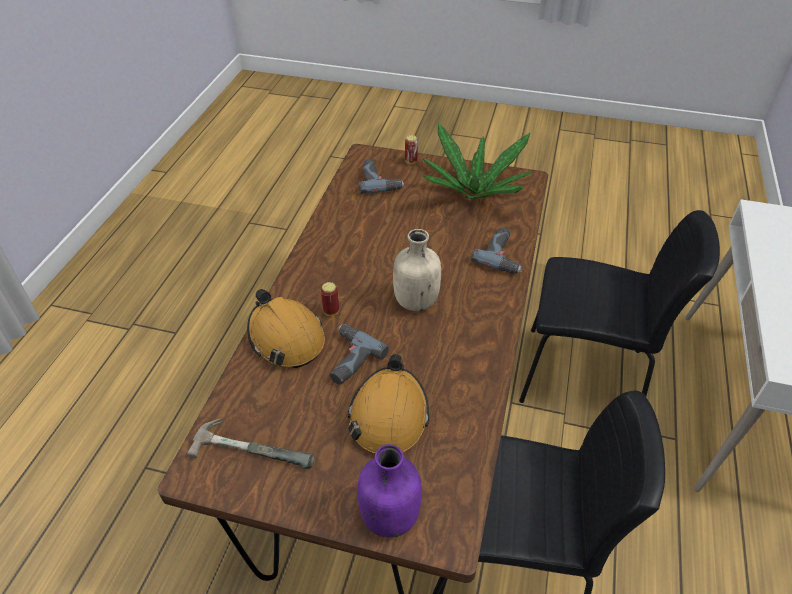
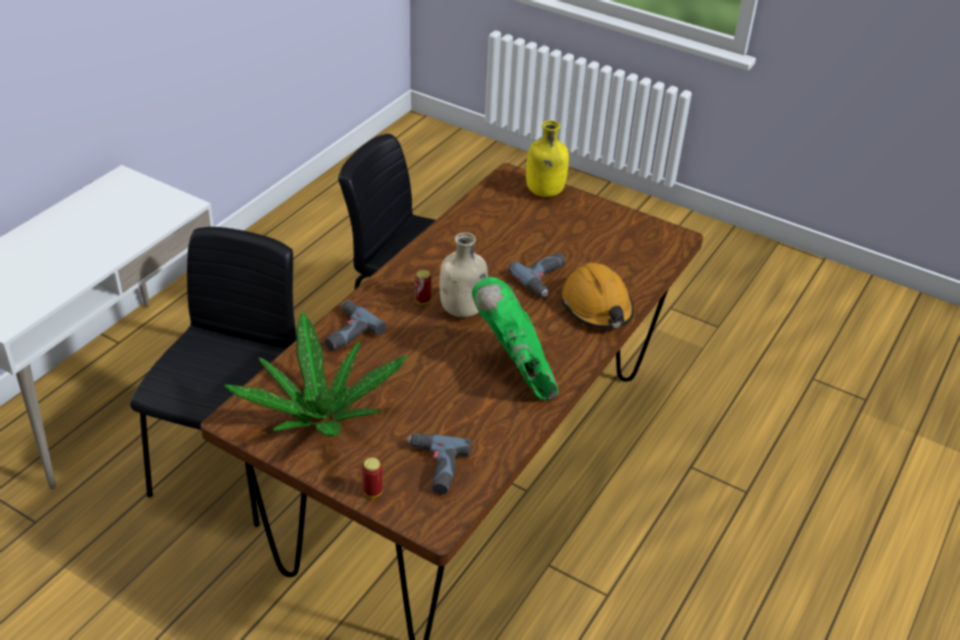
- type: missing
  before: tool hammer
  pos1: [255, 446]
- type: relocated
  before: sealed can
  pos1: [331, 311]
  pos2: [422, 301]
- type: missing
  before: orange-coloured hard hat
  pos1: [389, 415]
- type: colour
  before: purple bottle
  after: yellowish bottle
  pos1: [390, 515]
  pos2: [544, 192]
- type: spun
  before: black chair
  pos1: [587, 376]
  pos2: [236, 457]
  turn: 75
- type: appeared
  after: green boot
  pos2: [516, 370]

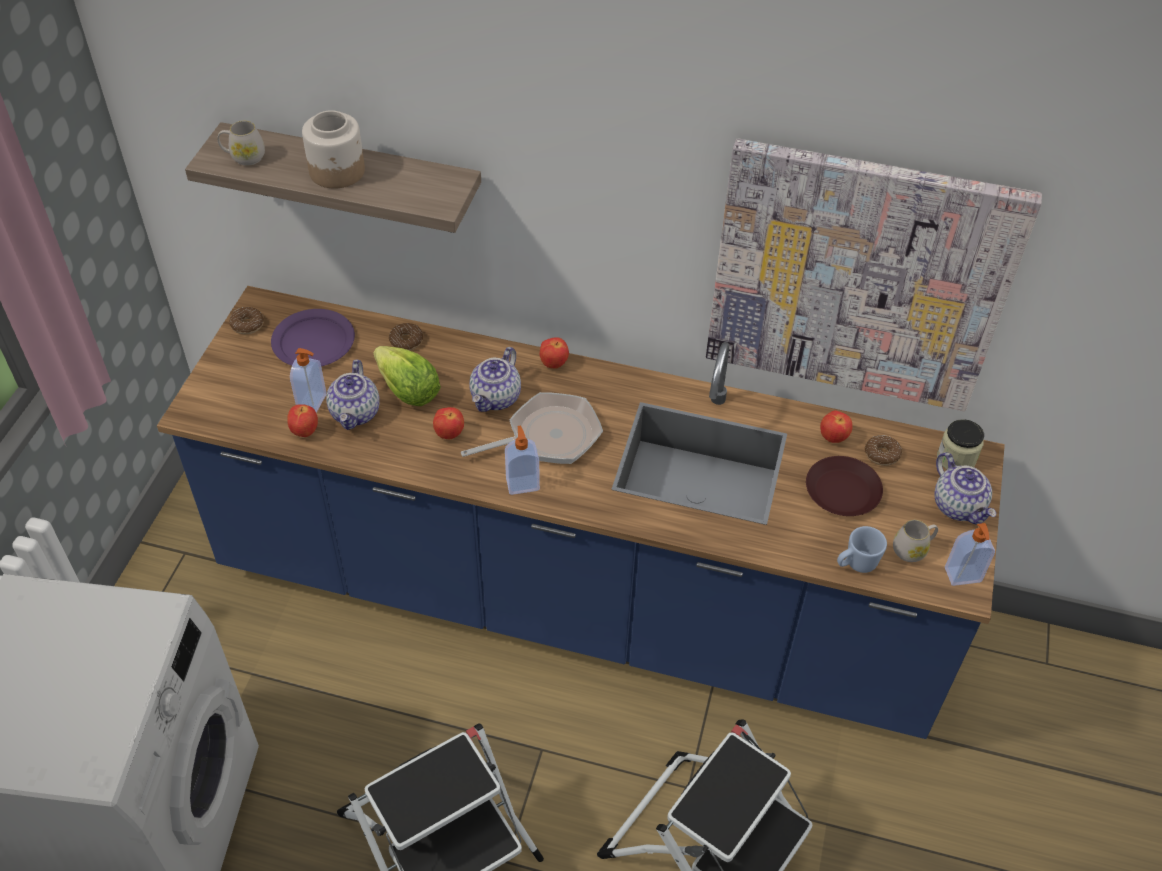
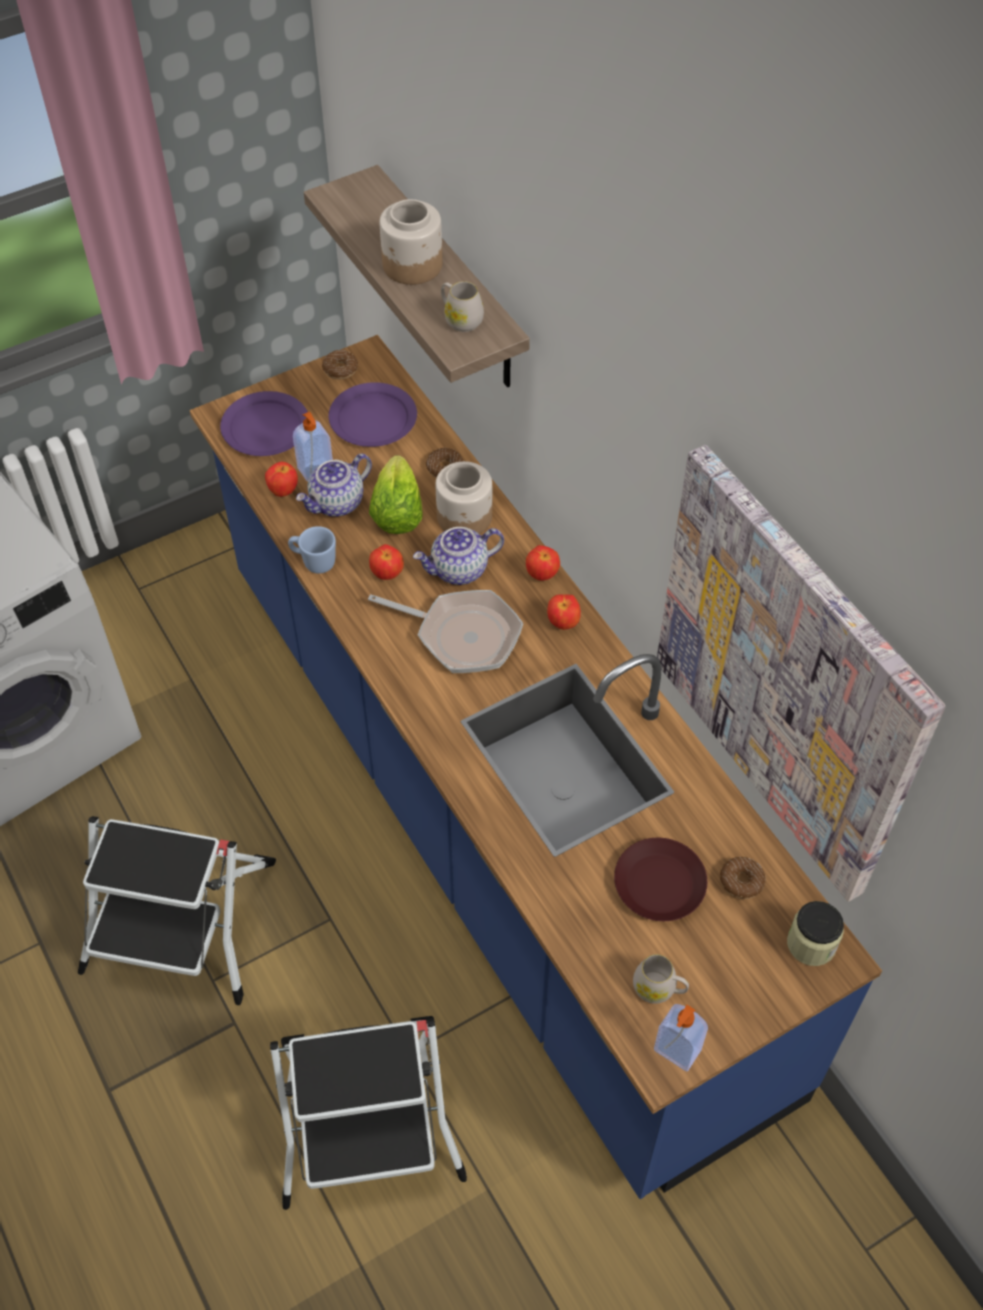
- type: relocated
  before: white tea mug
  pos1: [244, 157]
  pos2: [460, 319]
- type: missing
  before: soap bottle
  pos1: [522, 483]
- type: relocated
  before: apple
  pos1: [833, 438]
  pos2: [563, 623]
- type: relocated
  before: blue-coloured tea mug
  pos1: [856, 564]
  pos2: [314, 562]
- type: missing
  before: pot for tea
  pos1: [959, 506]
- type: appeared
  after: purple plate
  pos2: [265, 428]
- type: appeared
  after: jar
  pos2: [465, 517]

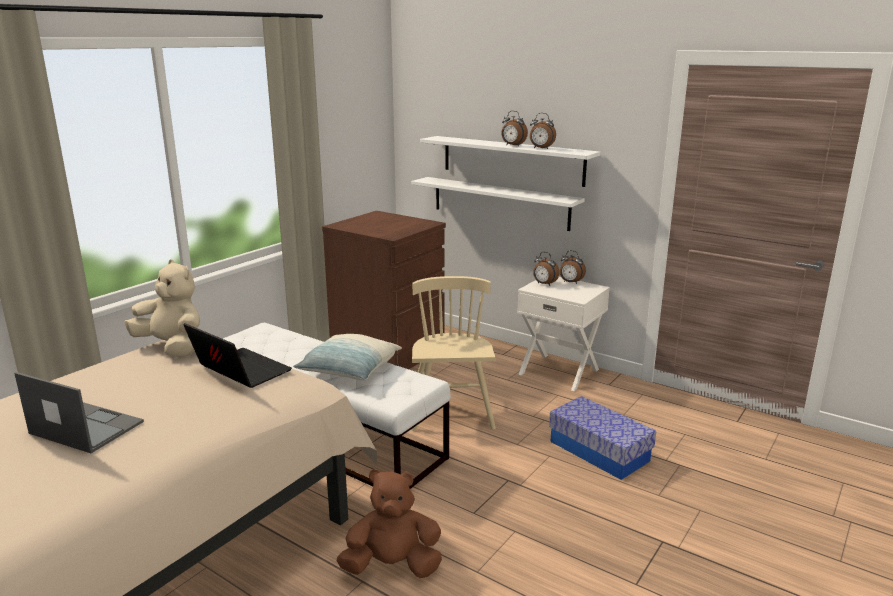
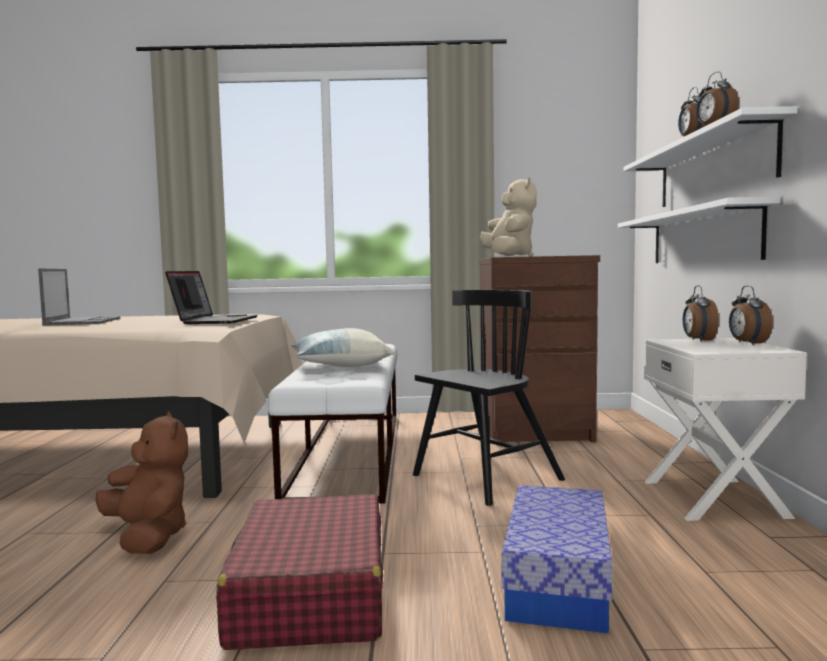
- type: relocated
  before: sand-coloured soft toy
  pos1: [172, 347]
  pos2: [508, 257]
- type: colour
  before: sand-coloured chair
  after: black chair
  pos1: [452, 413]
  pos2: [481, 479]
- type: appeared
  after: red travel case
  pos2: [310, 594]

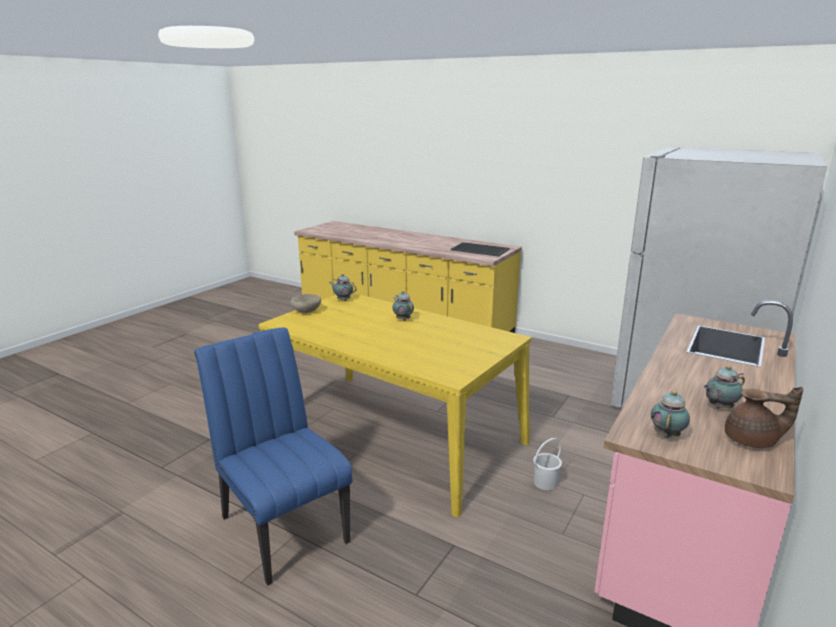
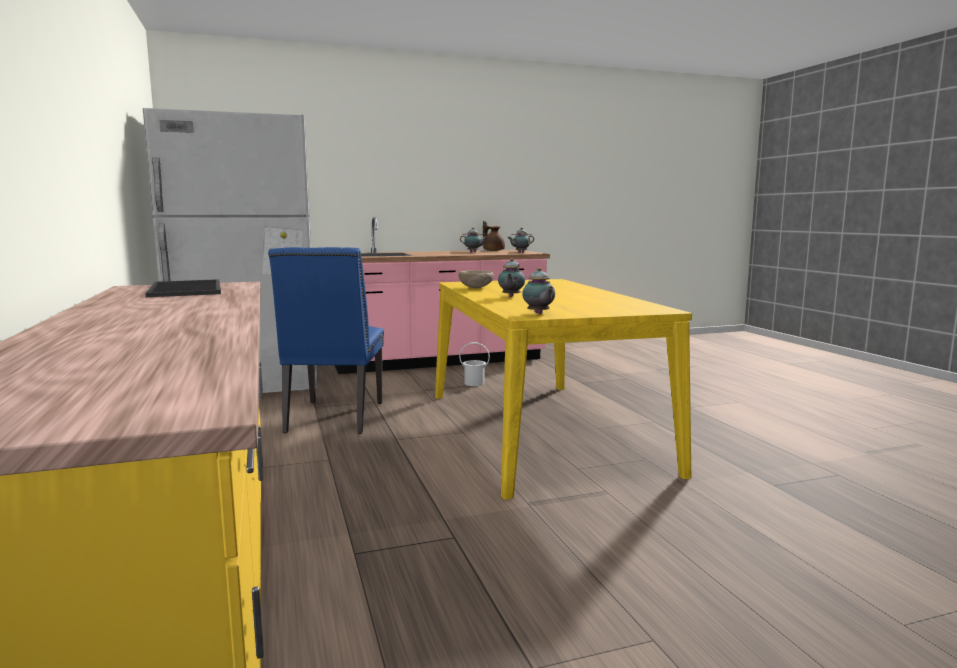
- type: relocated
  before: blue-coloured chair
  pos1: [284, 530]
  pos2: [335, 416]
- type: relocated
  before: sand-coloured deep dish
  pos1: [306, 311]
  pos2: [476, 288]

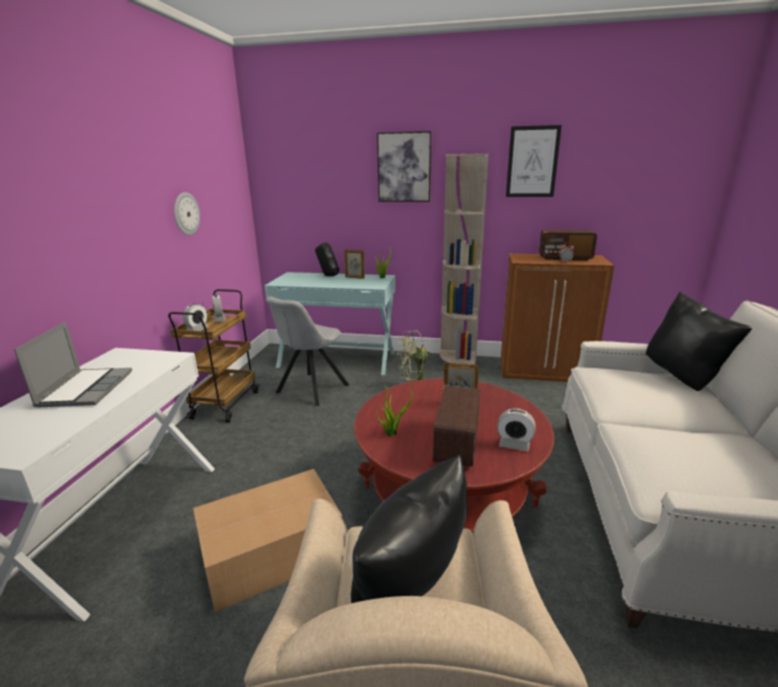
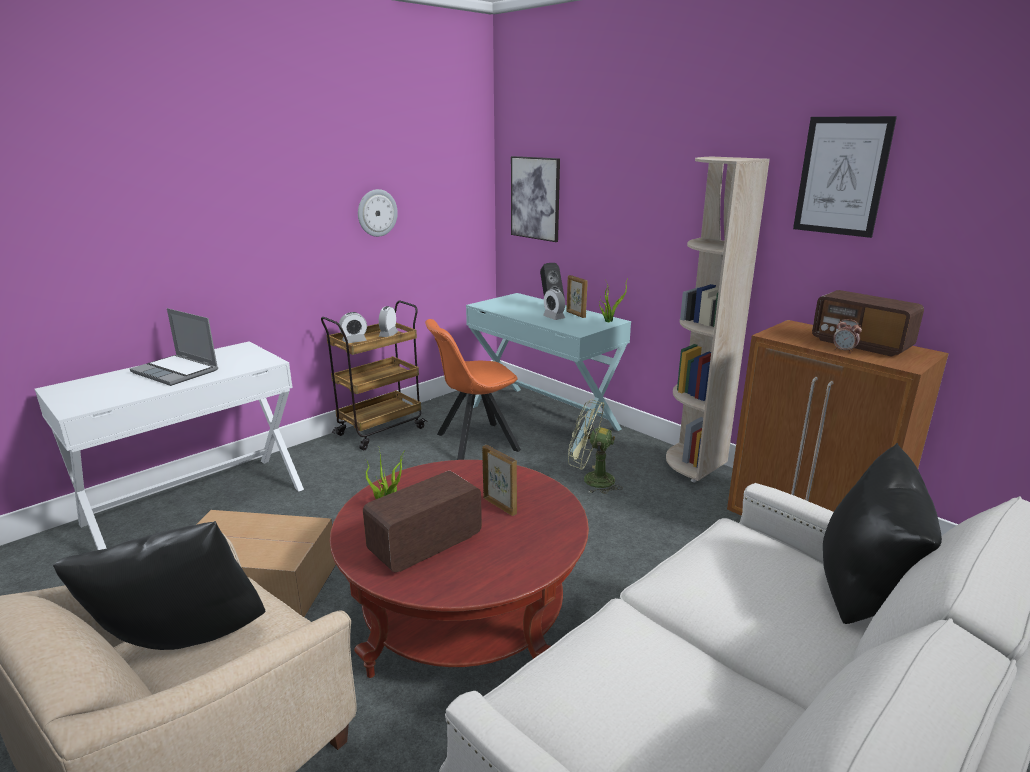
- type: spun
  before: portable computer
  pos1: [86, 388]
  pos2: [177, 371]
  turn: 90
- type: colour
  before: gray chair
  after: orange-coloured chair
  pos1: [311, 389]
  pos2: [475, 443]
- type: relocated
  before: picture
  pos1: [404, 167]
  pos2: [535, 198]
- type: relocated
  before: alarm clock
  pos1: [514, 445]
  pos2: [553, 317]

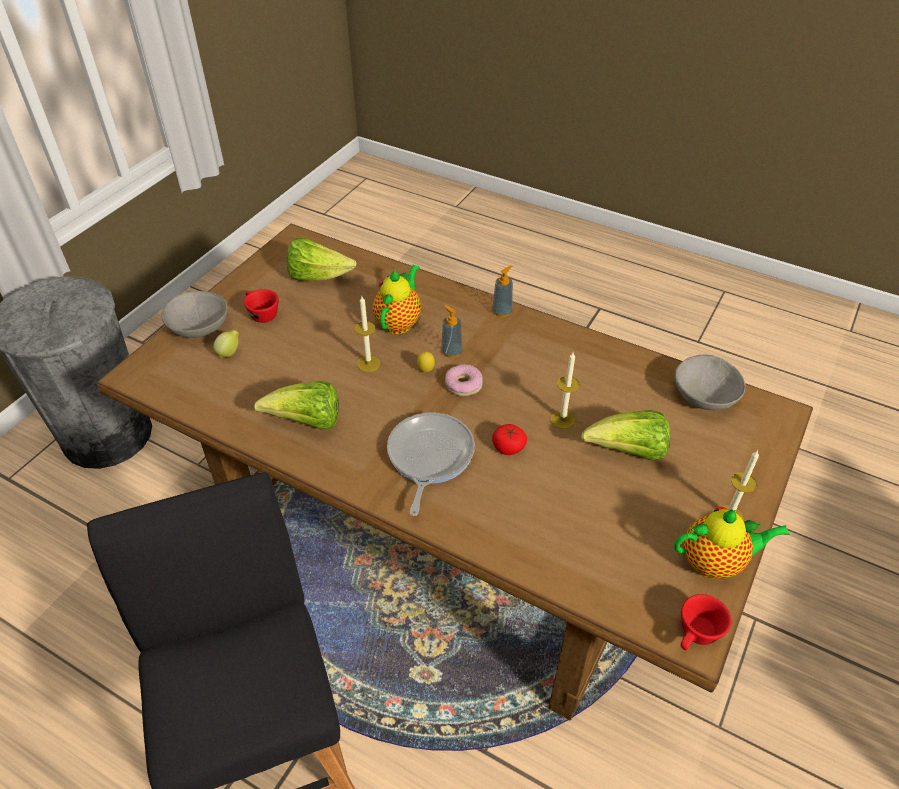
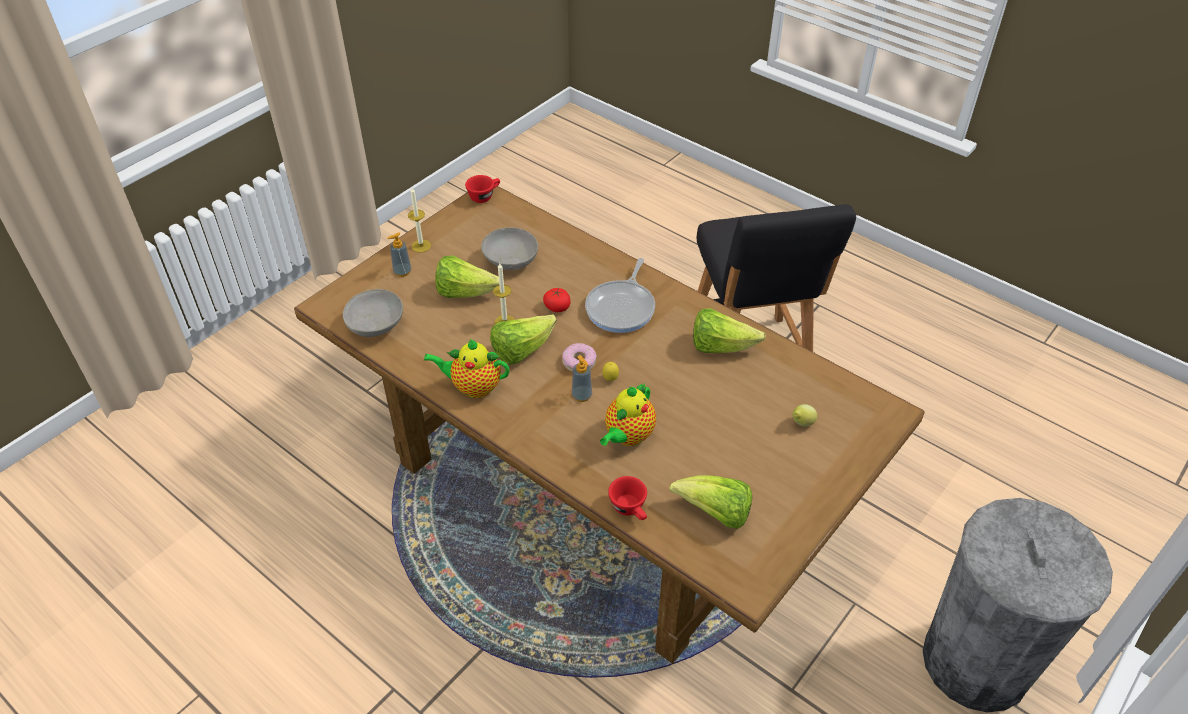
- type: relocated
  before: gray deep dish
  pos1: [198, 328]
  pos2: [511, 260]
- type: relocated
  before: red small cup
  pos1: [261, 314]
  pos2: [630, 509]
- type: missing
  before: candle
  pos1: [368, 363]
- type: relocated
  before: soap bottle
  pos1: [502, 311]
  pos2: [402, 272]
- type: relocated
  before: pot for tea
  pos1: [715, 562]
  pos2: [473, 387]
- type: appeared
  after: head of lettuce
  pos2: [522, 350]

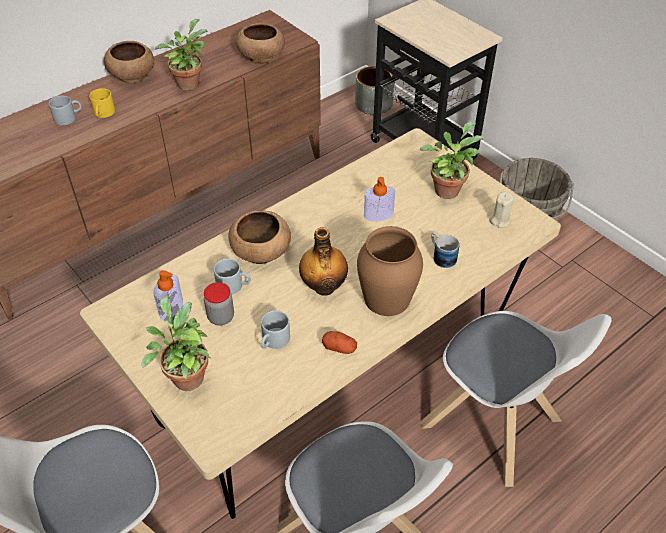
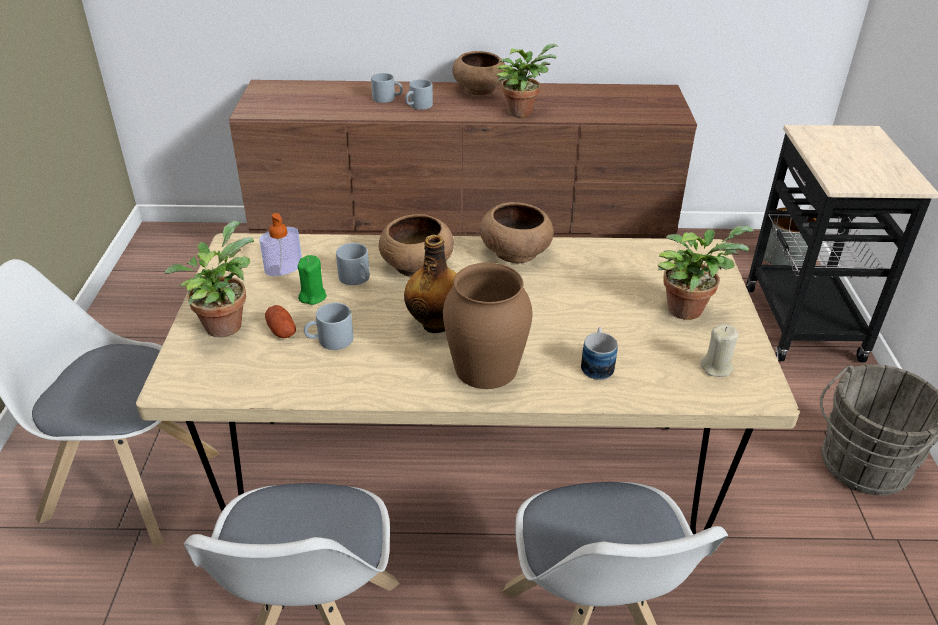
- type: colour
  before: yellowish tea mug
  after: gray tea mug
  pos1: [104, 114]
  pos2: [418, 106]
- type: exchanged
  before: jar
  after: green candle
  pos1: [221, 317]
  pos2: [312, 296]
- type: relocated
  before: brown-coloured deep dish
  pos1: [261, 56]
  pos2: [515, 252]
- type: relocated
  before: whole potato
  pos1: [339, 348]
  pos2: [282, 330]
- type: missing
  before: soap bottle
  pos1: [378, 215]

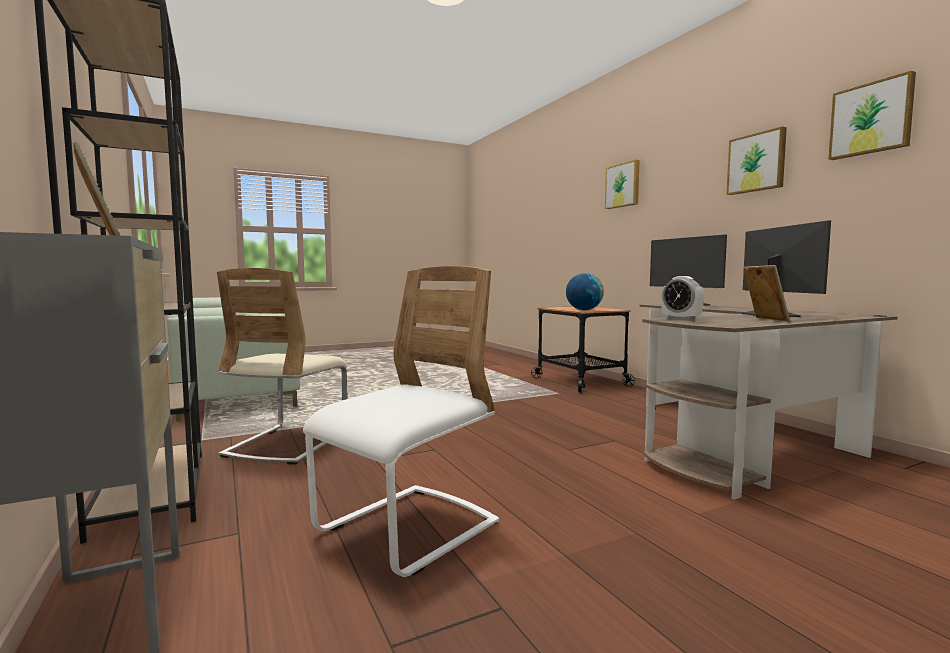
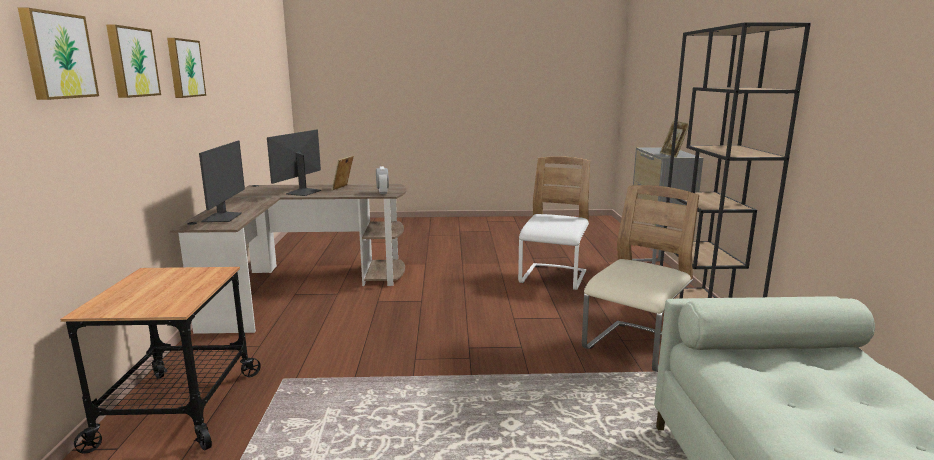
- type: spun
  before: white chair
  pos1: [407, 530]
  pos2: [553, 278]
  turn: 135
- type: missing
  before: globe
  pos1: [584, 310]
- type: relocated
  before: picture
  pos1: [871, 119]
  pos2: [131, 62]

